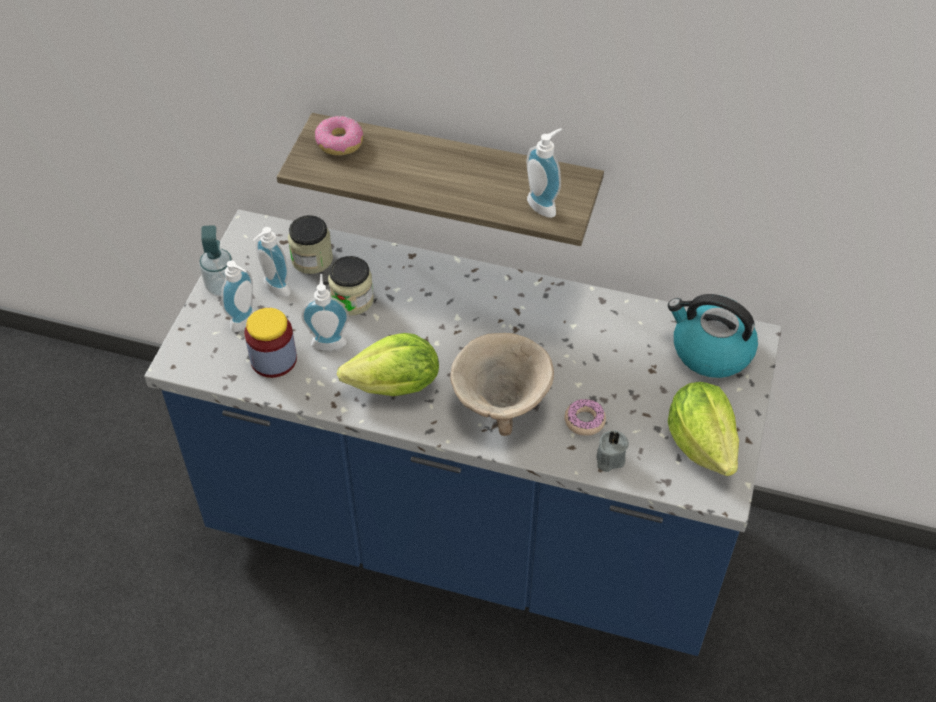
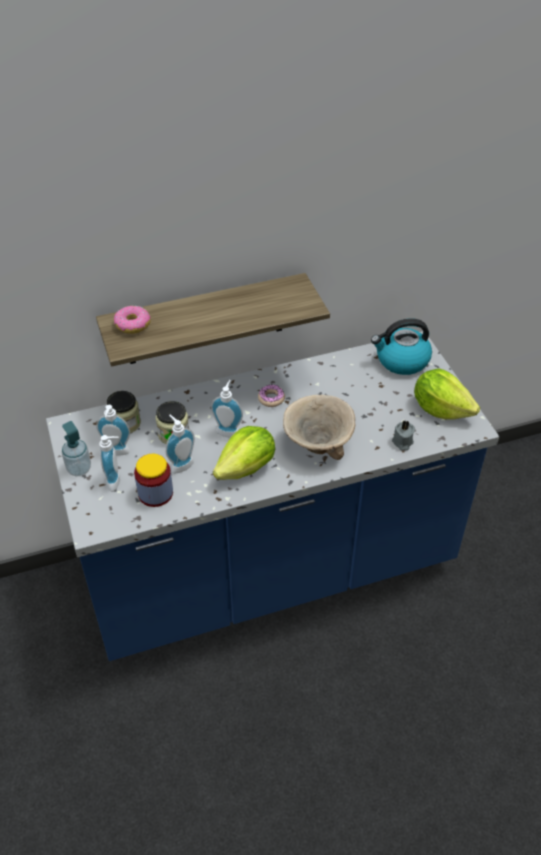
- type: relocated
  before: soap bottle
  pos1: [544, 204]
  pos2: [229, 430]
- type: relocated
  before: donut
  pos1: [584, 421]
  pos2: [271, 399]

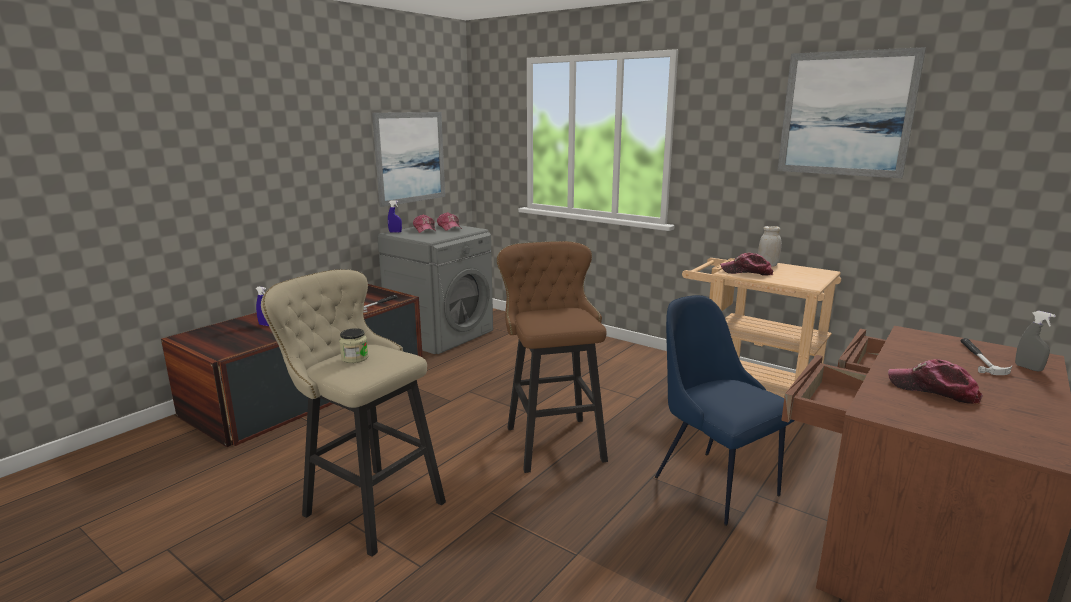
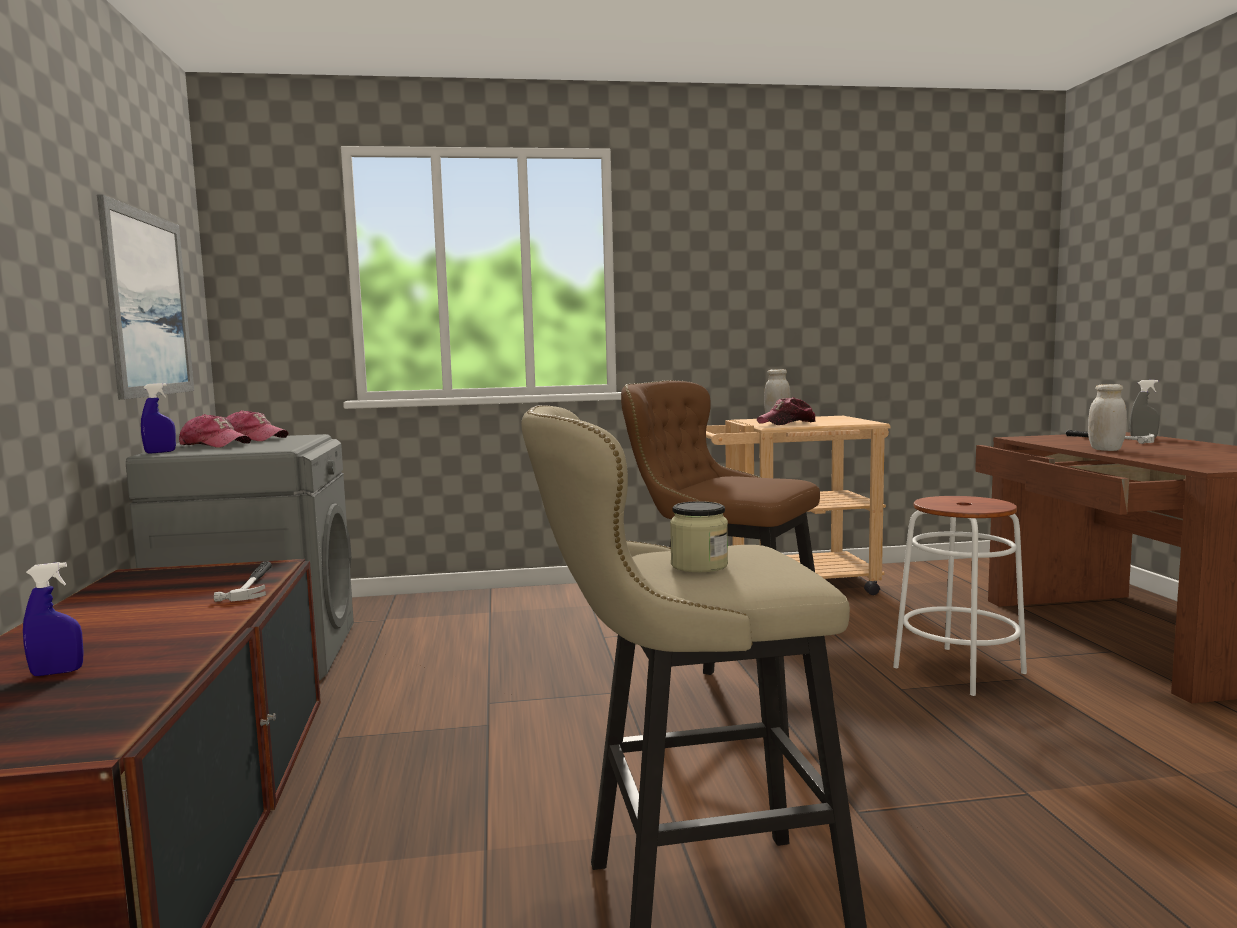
- type: exchanged
  before: blue-coloured chair
  after: white stool
  pos1: [714, 486]
  pos2: [959, 670]
- type: missing
  before: picture
  pos1: [845, 114]
- type: missing
  before: cap
  pos1: [933, 390]
- type: appeared
  after: white jar
  pos2: [1105, 450]

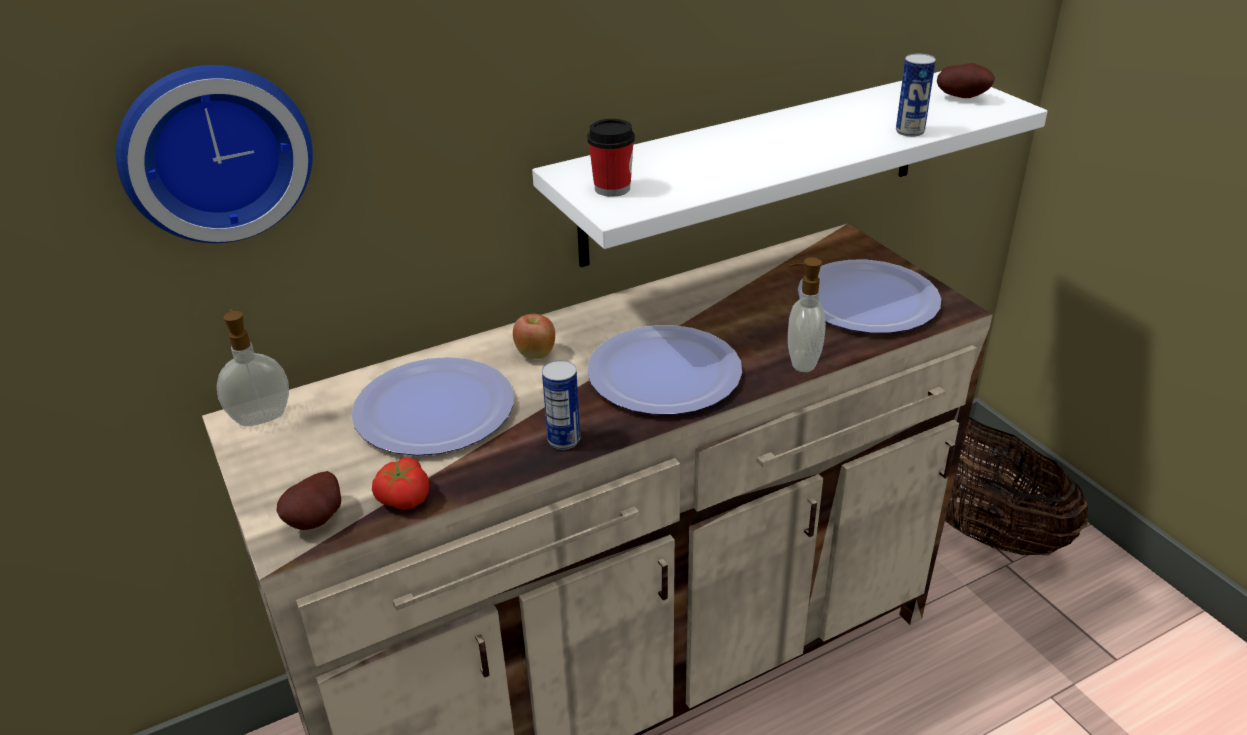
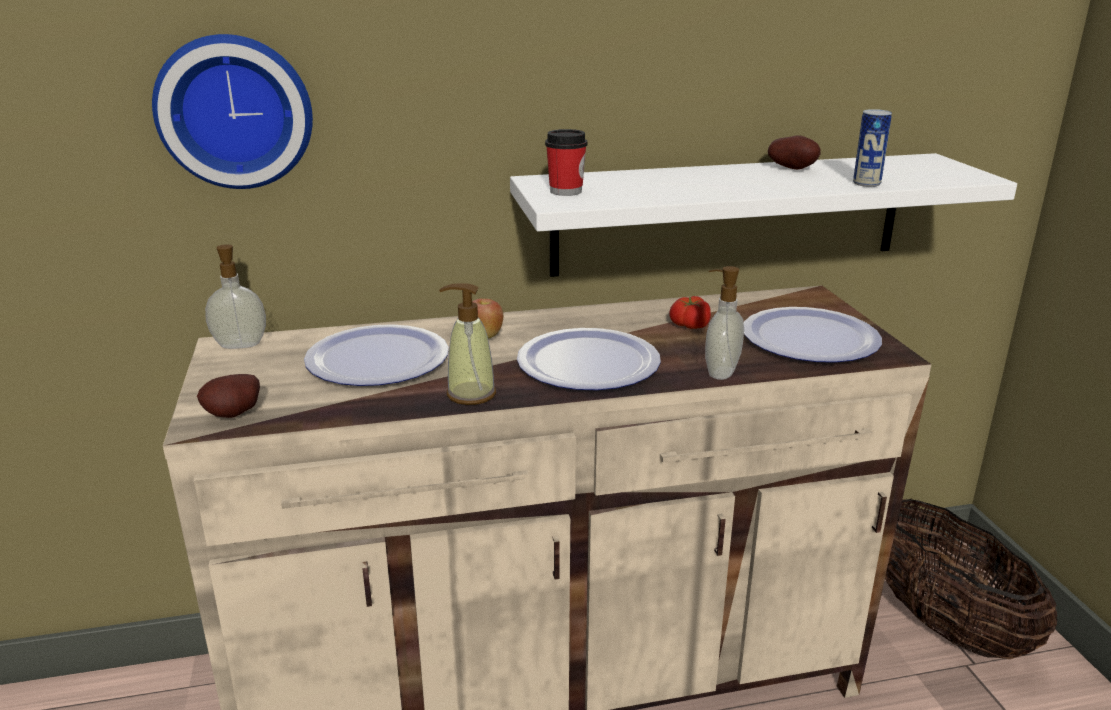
- type: relocated
  before: whole tomato
  pos1: [403, 499]
  pos2: [689, 325]
- type: exchanged
  before: sealed can
  after: soap bottle
  pos1: [564, 440]
  pos2: [470, 394]
- type: relocated
  before: whole potato
  pos1: [963, 97]
  pos2: [794, 169]

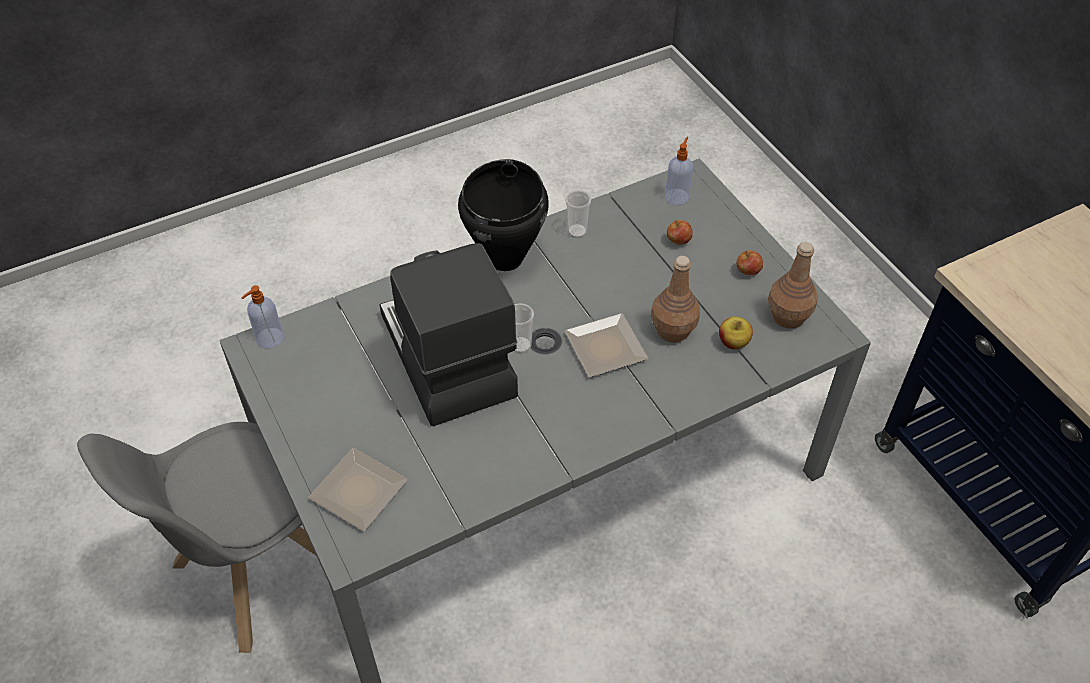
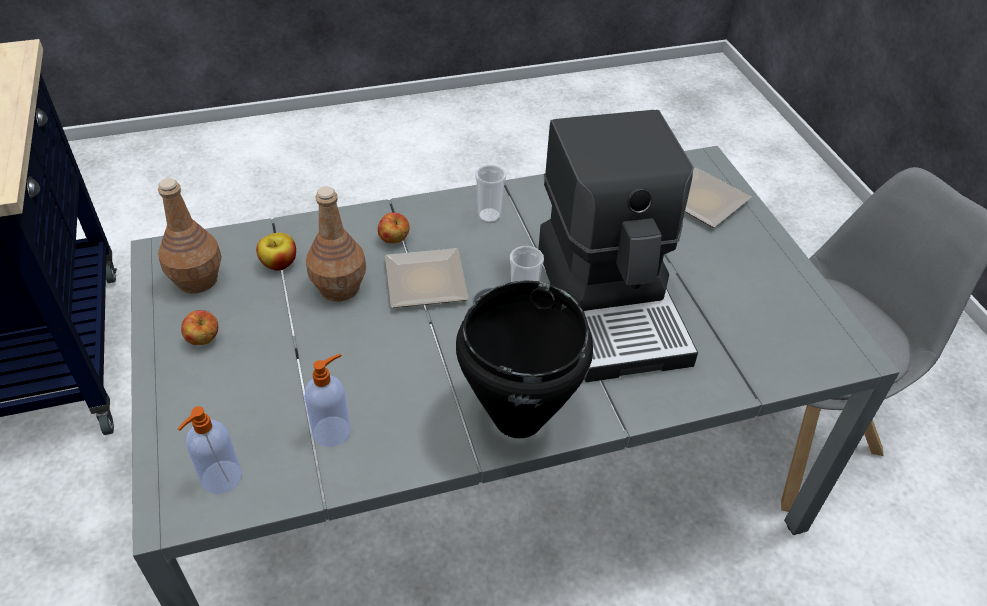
- type: relocated
  before: soap bottle
  pos1: [269, 339]
  pos2: [333, 431]
- type: relocated
  before: small cup
  pos1: [577, 231]
  pos2: [489, 216]
- type: relocated
  before: apple
  pos1: [678, 241]
  pos2: [394, 240]

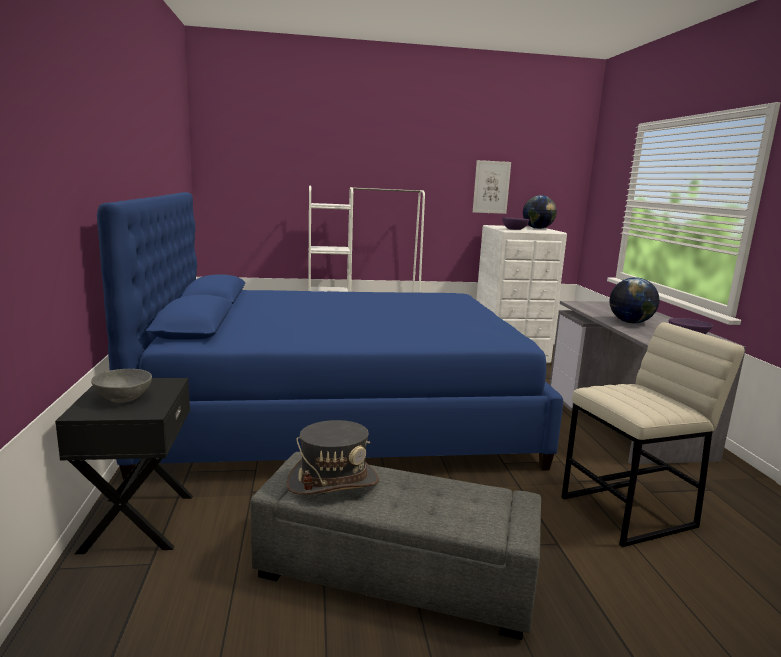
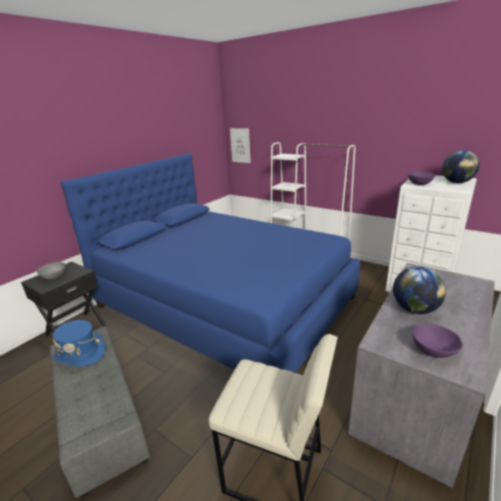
- type: colour
  before: gray wearable hat
  after: blue-coloured wearable hat
  pos1: [333, 481]
  pos2: [81, 353]
- type: relocated
  before: picture
  pos1: [491, 187]
  pos2: [240, 145]

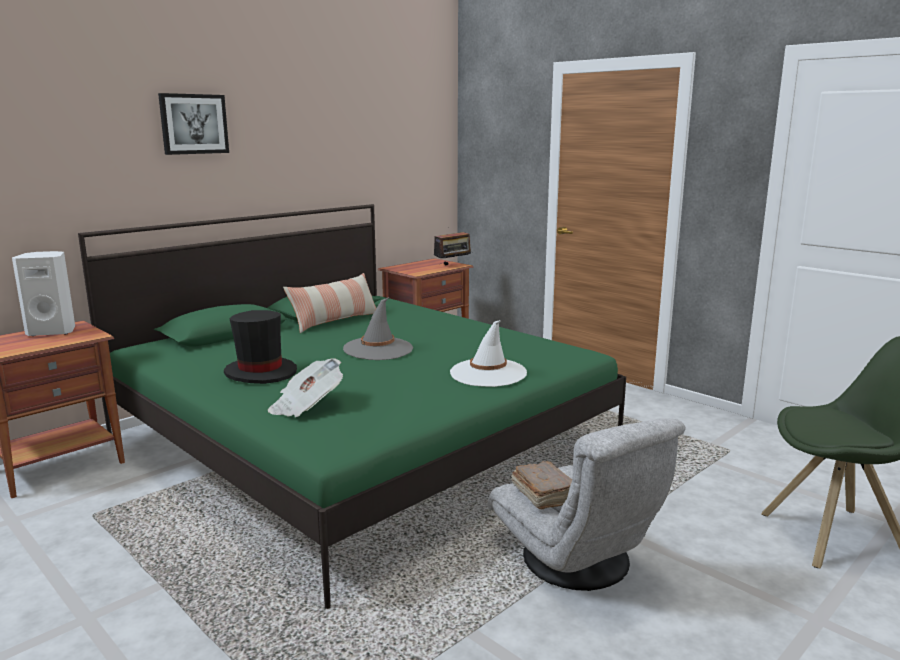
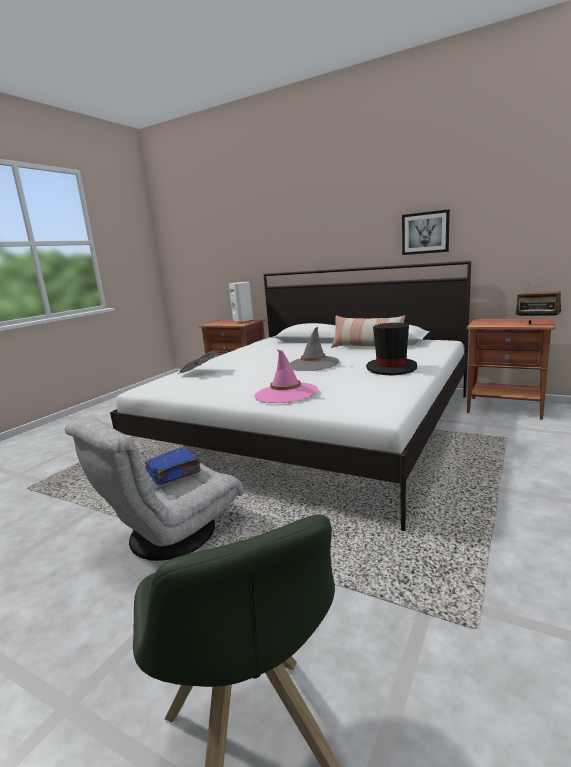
- type: colour
  before: green sleeping bed
  after: white sleeping bed
  pos1: [360, 440]
  pos2: [314, 427]
- type: relocated
  before: picture
  pos1: [193, 124]
  pos2: [425, 233]
- type: relocated
  before: black wearable hat
  pos1: [261, 372]
  pos2: [391, 368]
- type: colour
  before: white wearable hat
  after: pink-coloured wearable hat
  pos1: [488, 373]
  pos2: [286, 393]
- type: colour
  before: brown-coloured book
  after: blue-coloured book
  pos1: [543, 495]
  pos2: [174, 474]

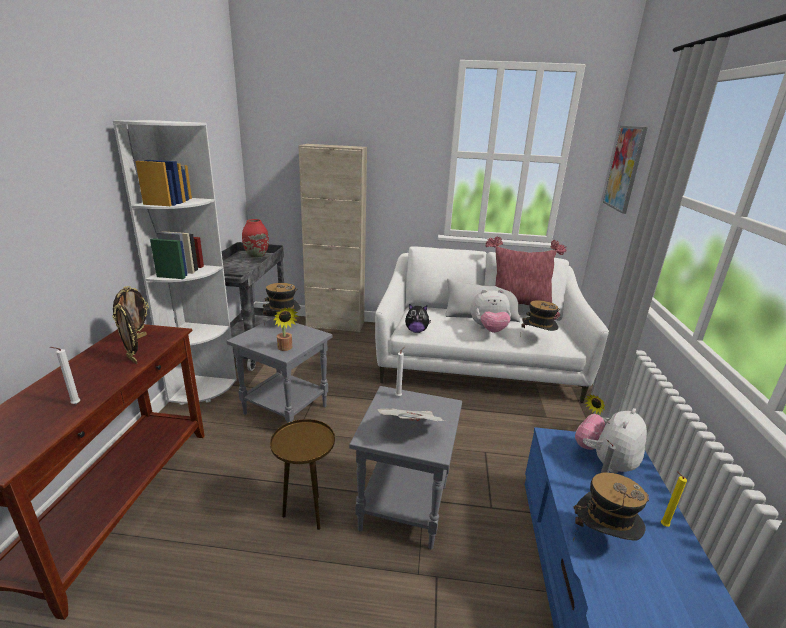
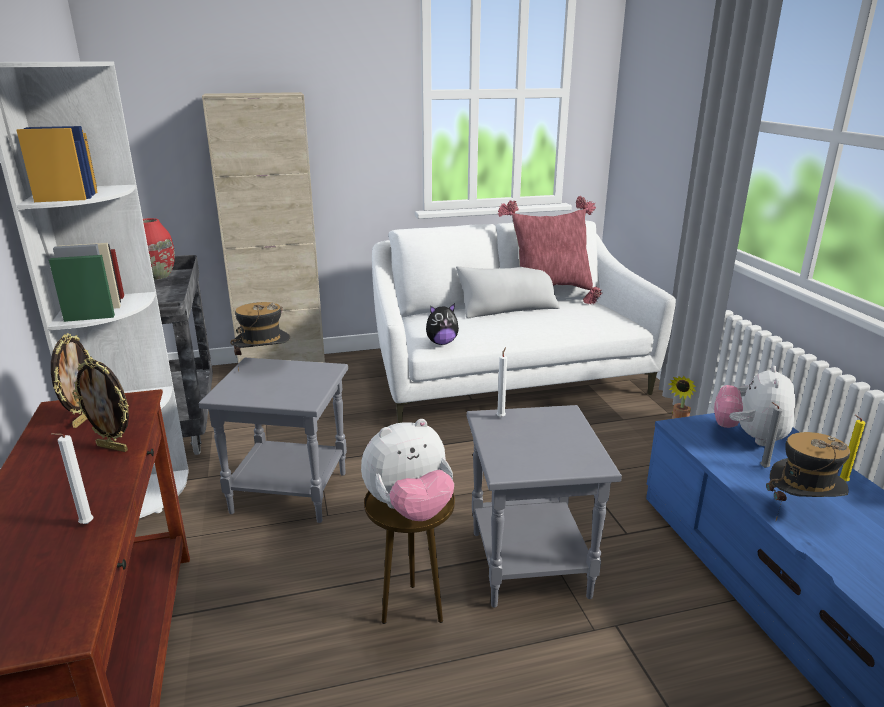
- type: missing
  before: potted plant
  pos1: [285, 348]
- type: missing
  before: daily paper
  pos1: [412, 429]
- type: relocated
  before: soft toy
  pos1: [488, 330]
  pos2: [409, 509]
- type: missing
  before: wearable hat
  pos1: [537, 339]
- type: missing
  before: picture
  pos1: [624, 168]

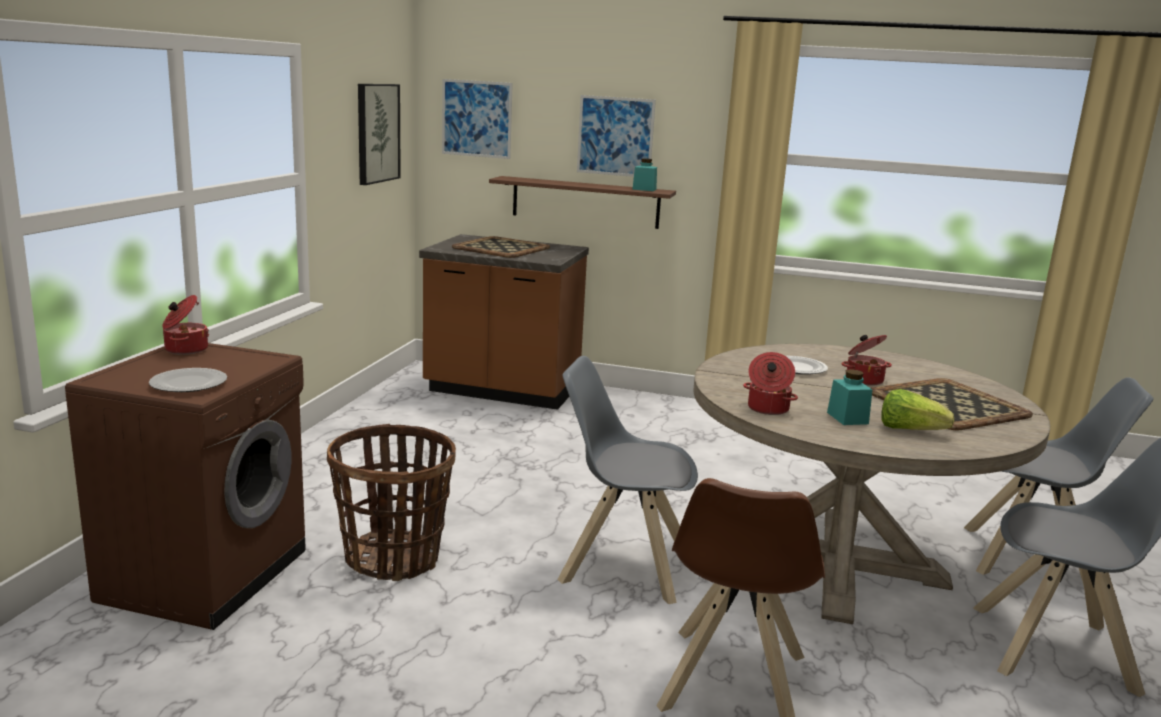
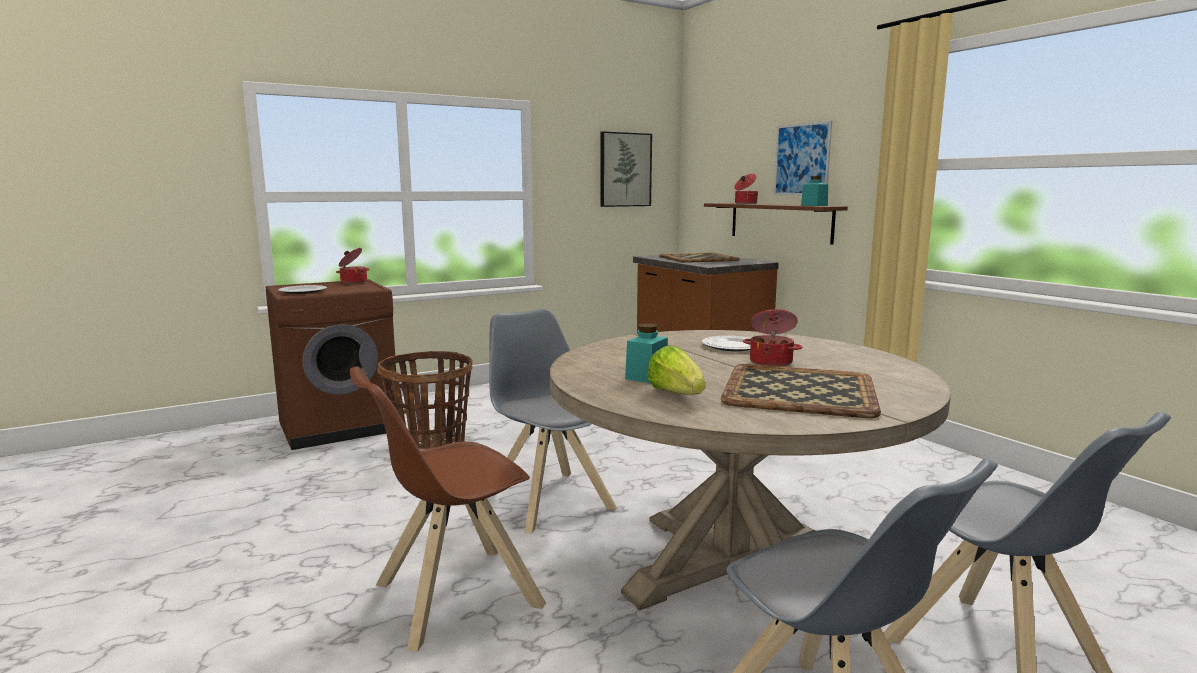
- type: missing
  before: picture
  pos1: [476, 119]
- type: relocated
  before: cooking pot
  pos1: [767, 409]
  pos2: [745, 203]

